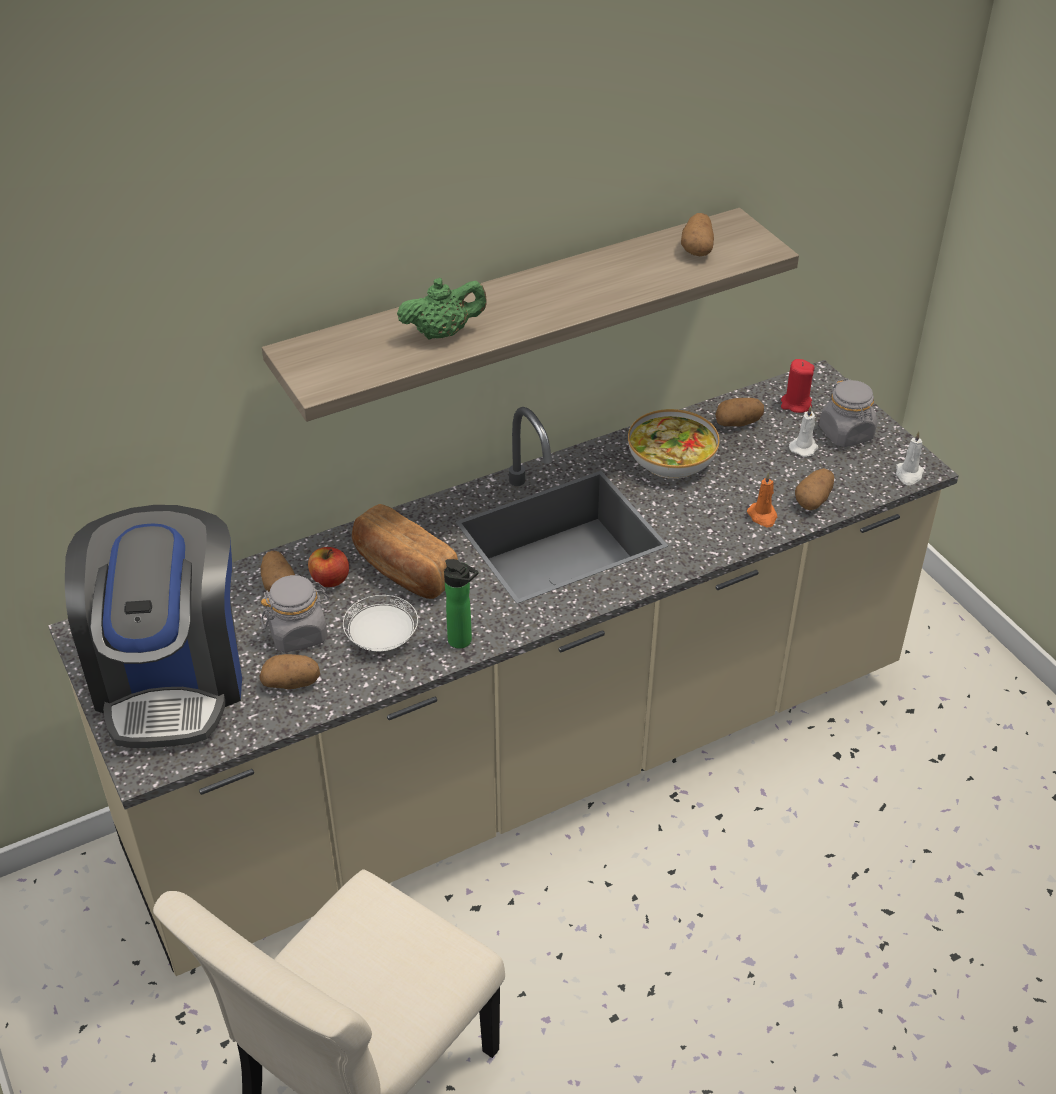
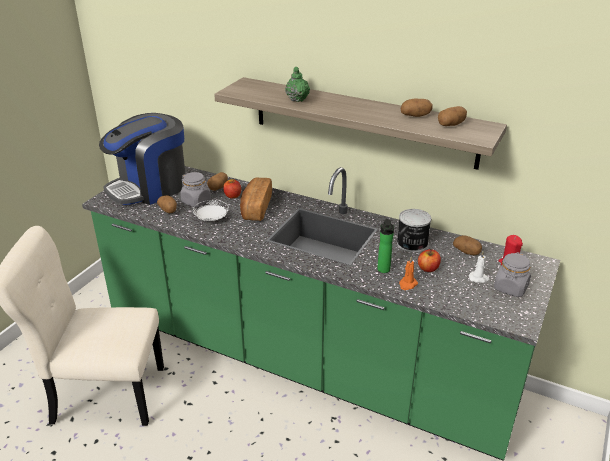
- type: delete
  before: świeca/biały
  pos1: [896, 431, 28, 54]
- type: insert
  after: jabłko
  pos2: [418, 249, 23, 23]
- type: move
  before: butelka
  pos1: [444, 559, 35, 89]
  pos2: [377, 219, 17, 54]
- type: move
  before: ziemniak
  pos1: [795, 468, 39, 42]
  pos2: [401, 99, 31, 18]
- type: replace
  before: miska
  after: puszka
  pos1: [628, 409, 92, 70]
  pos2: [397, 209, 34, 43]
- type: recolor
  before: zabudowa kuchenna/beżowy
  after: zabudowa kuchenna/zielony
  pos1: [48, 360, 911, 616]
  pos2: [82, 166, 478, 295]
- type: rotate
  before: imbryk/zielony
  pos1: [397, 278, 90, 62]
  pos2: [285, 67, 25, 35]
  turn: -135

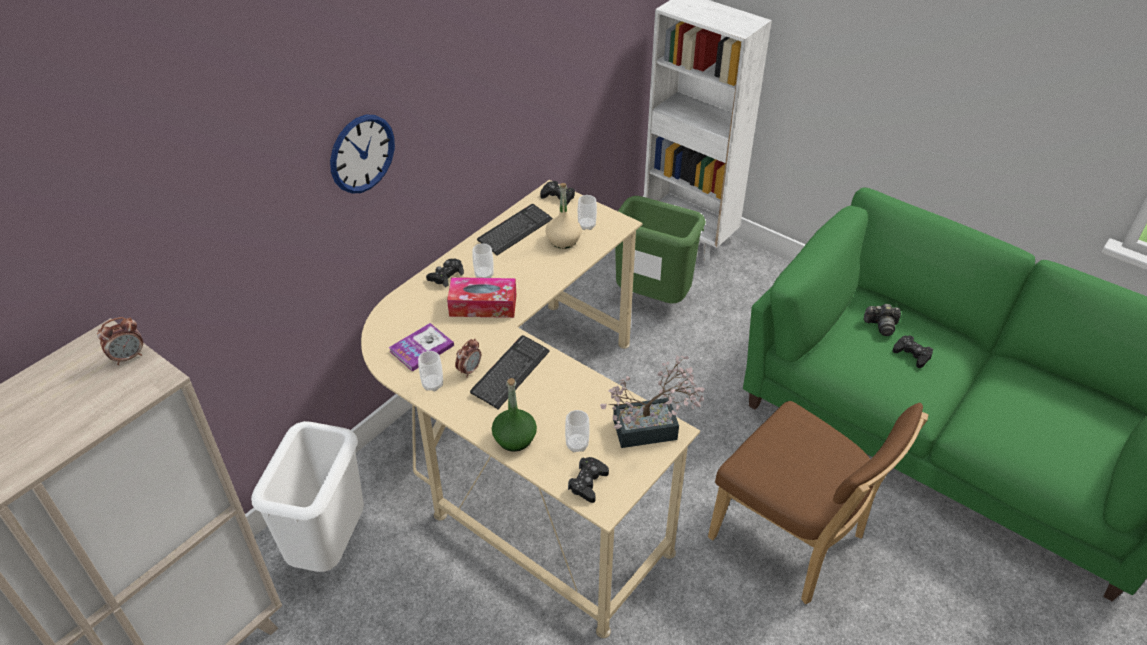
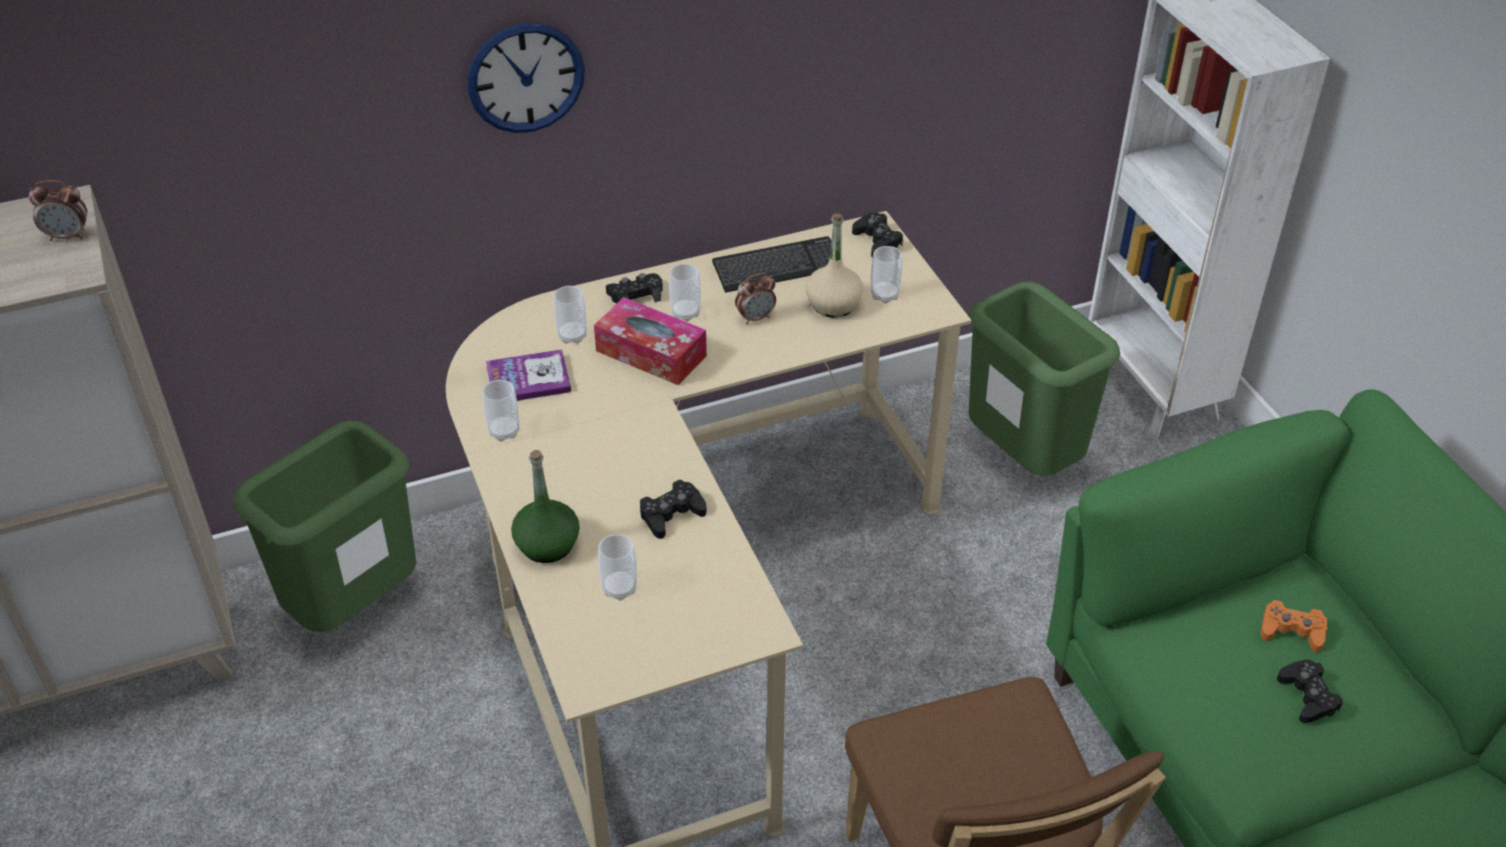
- type: delete
  before: klawiatura
  pos1: [470, 335, 80, 74]
- type: delete
  before: roślina doniczkowa
  pos1: [600, 355, 104, 93]
- type: insert
  after: filiżanka
  pos2: [553, 286, 34, 58]
- type: move
  before: budzik
  pos1: [455, 339, 26, 38]
  pos2: [735, 273, 41, 52]
- type: move
  before: pad do gier/czarny
  pos1: [568, 457, 41, 46]
  pos2: [640, 480, 67, 59]
- type: replace
  before: aparat fotograficzny
  after: pad do gier/pomarańczowy
  pos1: [864, 304, 37, 32]
  pos2: [1261, 600, 66, 52]
- type: recolor
  before: kosz na śmieci/biały
  after: kosz na śmieci/zielony
  pos1: [251, 421, 113, 151]
  pos2: [233, 420, 183, 212]

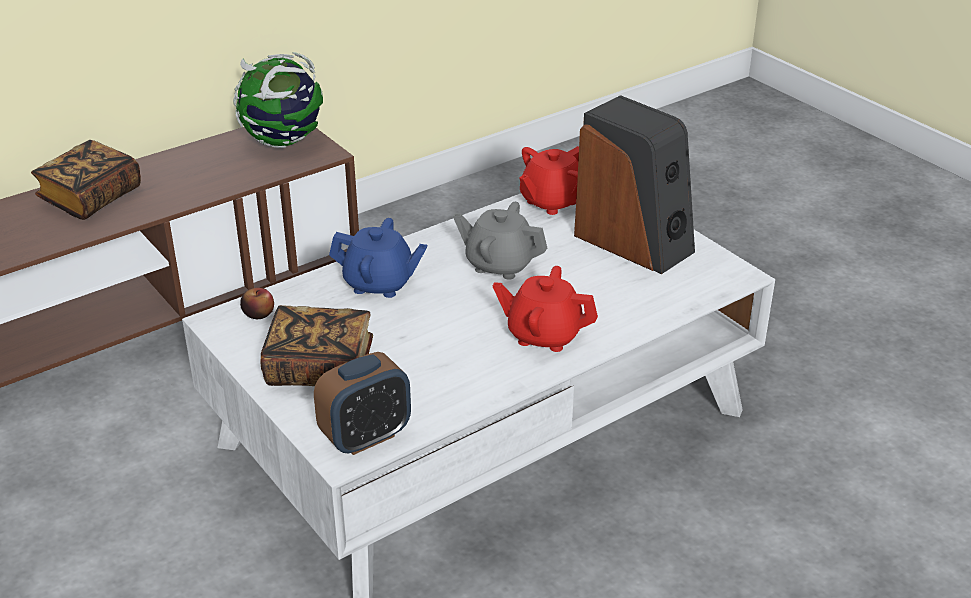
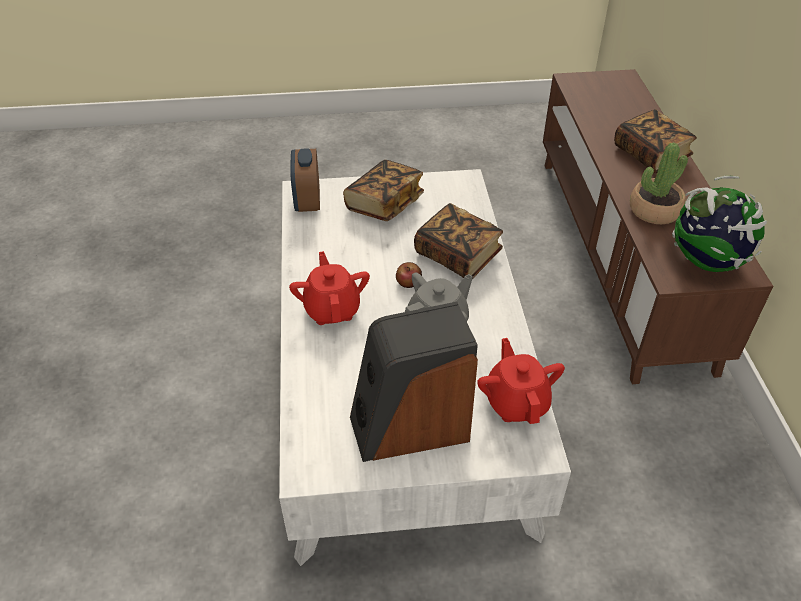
- type: insert
  after: roślina doniczkowa
  pos2: [630, 143, 58, 81]
- type: move
  before: jabłko
  pos1: [240, 288, 34, 31]
  pos2: [396, 262, 26, 26]
- type: replace
  before: imbryk/niebieski
  after: książka
  pos1: [329, 218, 98, 80]
  pos2: [414, 203, 89, 76]
- type: rotate
  before: imbryk/czerwony
  pos1: [493, 266, 105, 86]
  pos2: [289, 251, 81, 74]
  turn: -60

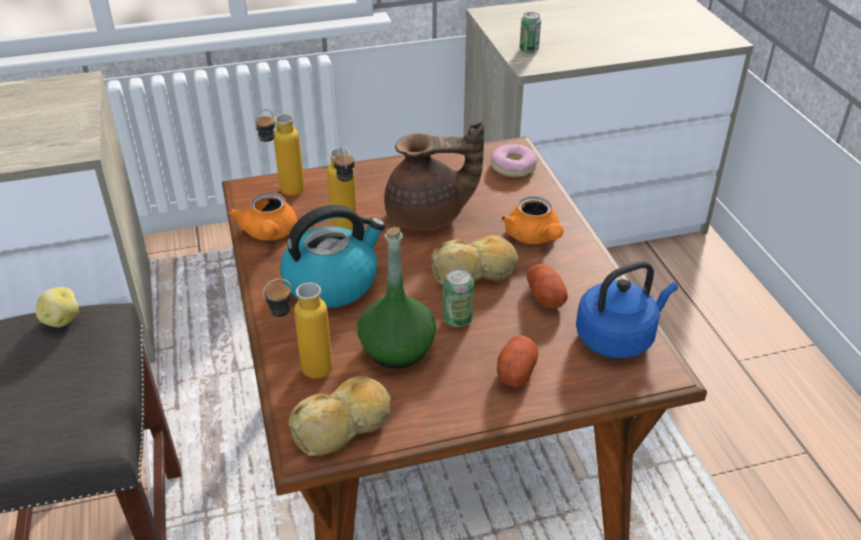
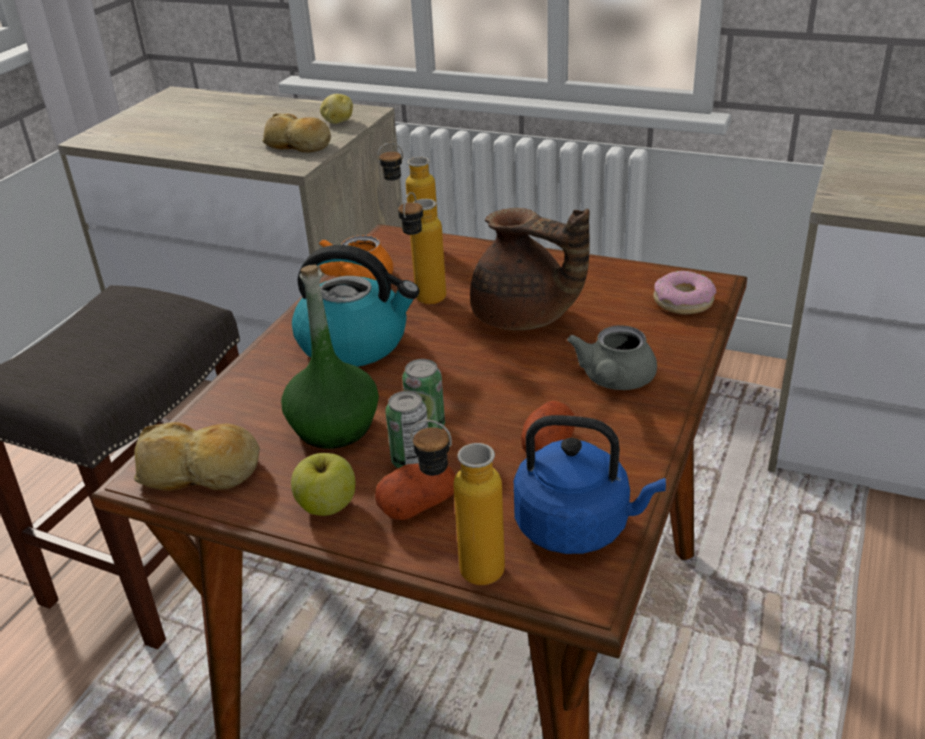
- type: insert
  after: jabłko
  pos2: [291, 453, 64, 63]
- type: move
  before: ziemniak
  pos1: [36, 287, 43, 40]
  pos2: [320, 94, 33, 30]
- type: move
  before: butelka
  pos1: [263, 279, 70, 100]
  pos2: [410, 420, 95, 165]
- type: move
  before: chleb
  pos1: [431, 235, 87, 50]
  pos2: [262, 113, 69, 39]
- type: move
  before: puszka
  pos1: [519, 12, 22, 42]
  pos2: [385, 391, 43, 77]
- type: recolor
  before: imbryk/pomarańczowy
  after: imbryk/szary
  pos1: [501, 196, 63, 48]
  pos2: [567, 325, 90, 65]

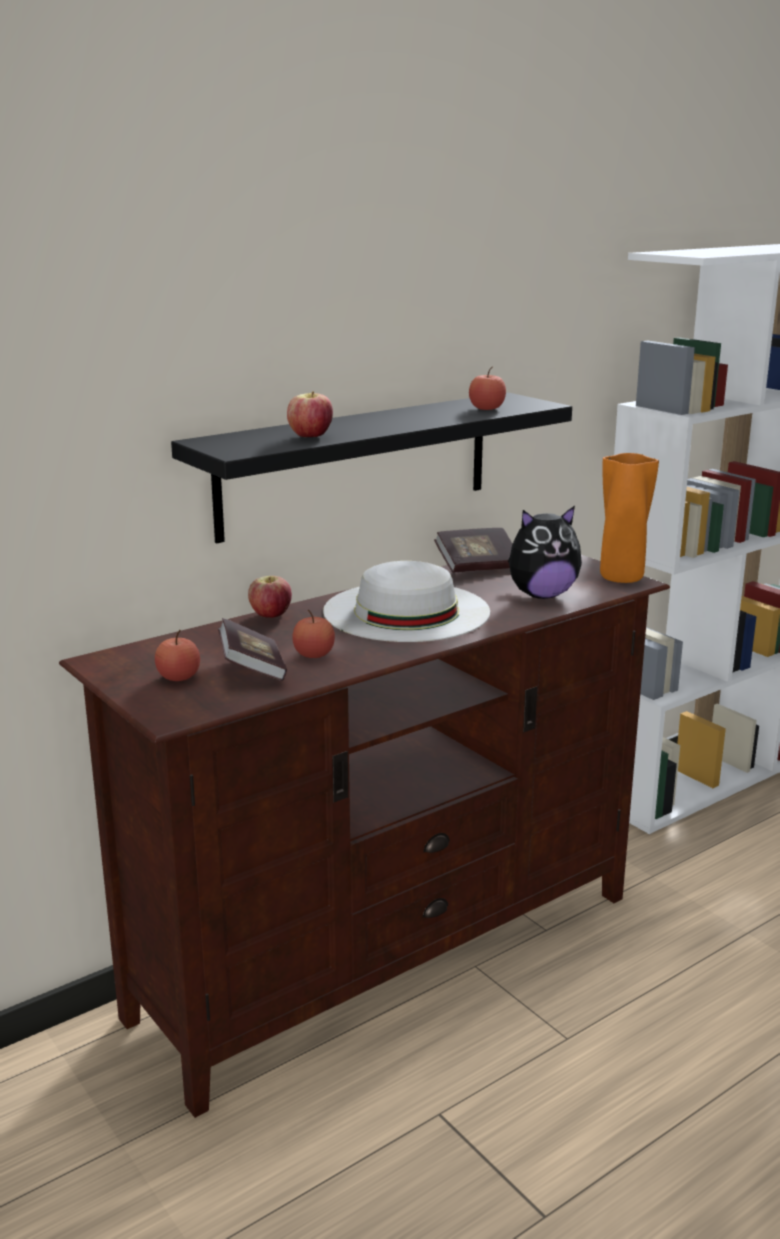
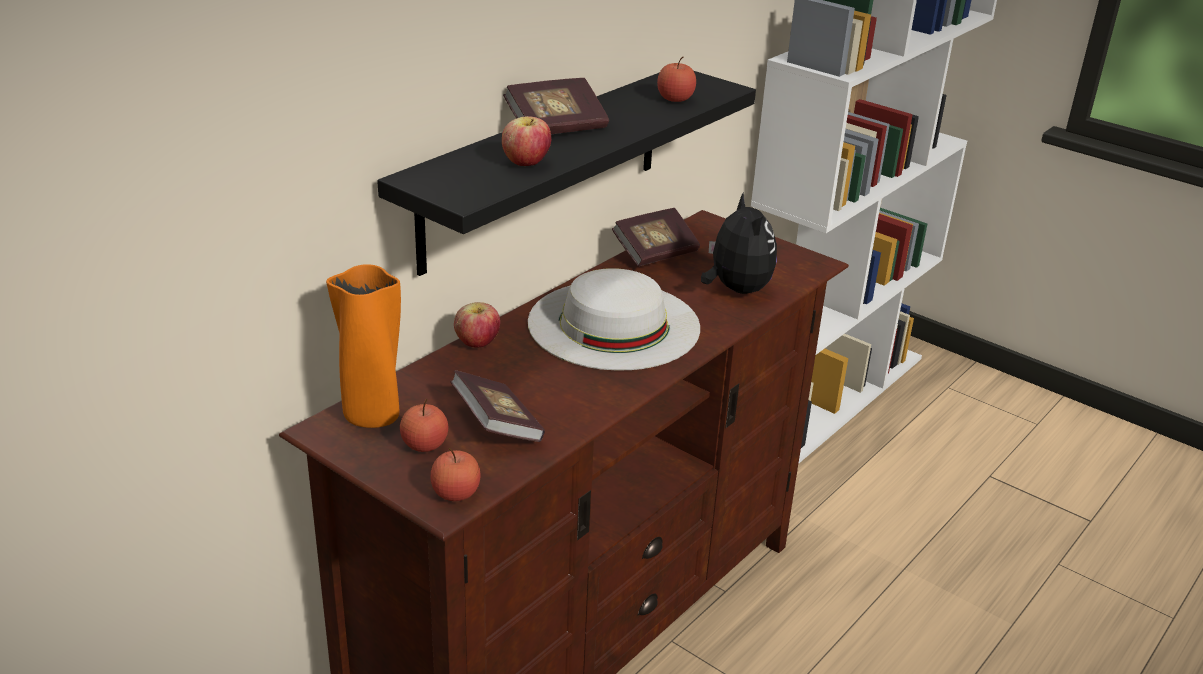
- type: insert
  after: książka
  pos2: [503, 78, 106, 57]
- type: move
  before: jabłko
  pos1: [292, 609, 43, 49]
  pos2: [431, 448, 49, 53]
- type: move
  before: wazon/pomarańczowy
  pos1: [600, 453, 59, 130]
  pos2: [326, 264, 75, 164]
- type: rotate
  before: pluszak
  pos1: [508, 506, 74, 93]
  pos2: [701, 192, 76, 102]
  turn: -75

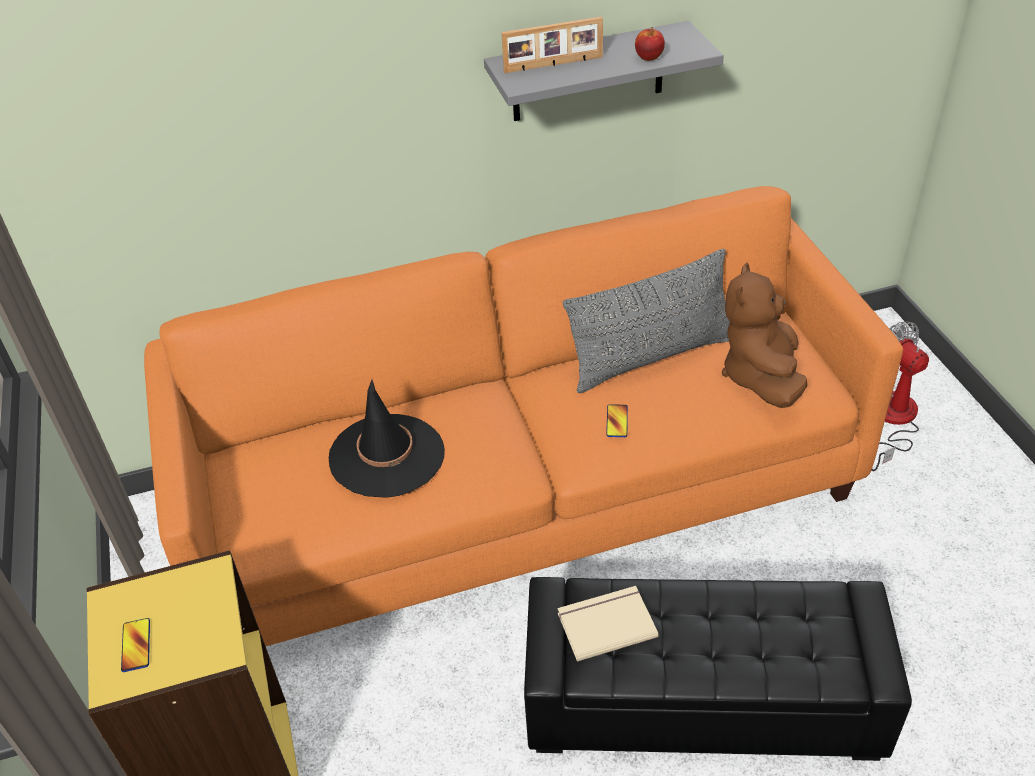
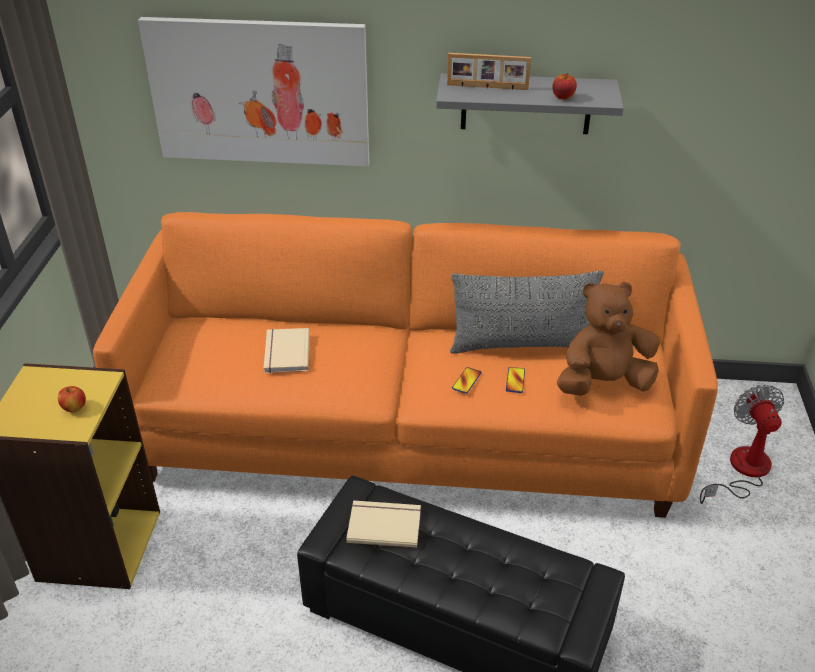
- type: insert
  after: jabłko
  pos2: [58, 386, 28, 27]
- type: insert
  after: obraz
  pos2: [138, 17, 231, 149]
- type: move
  before: telefon
  pos1: [121, 618, 29, 54]
  pos2: [506, 367, 19, 26]
- type: replace
  before: kapelusz/czarny
  after: książka/beżowy
  pos1: [329, 380, 116, 118]
  pos2: [264, 328, 45, 45]
- type: rotate
  before: pluszak/brązowy
  pos1: [722, 263, 85, 145]
  pos2: [557, 281, 103, 115]
  turn: 45

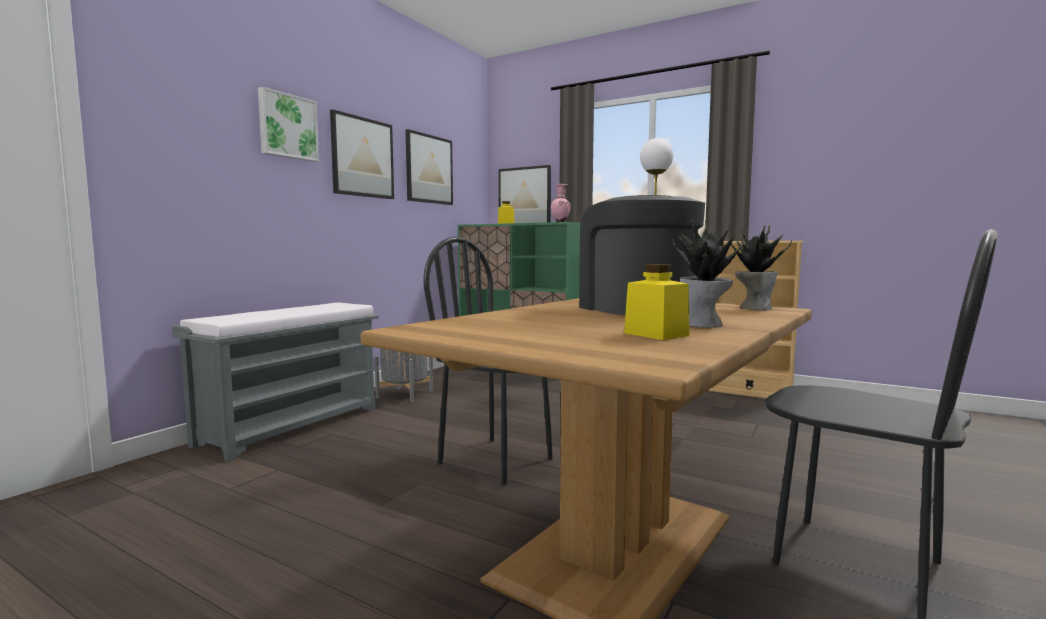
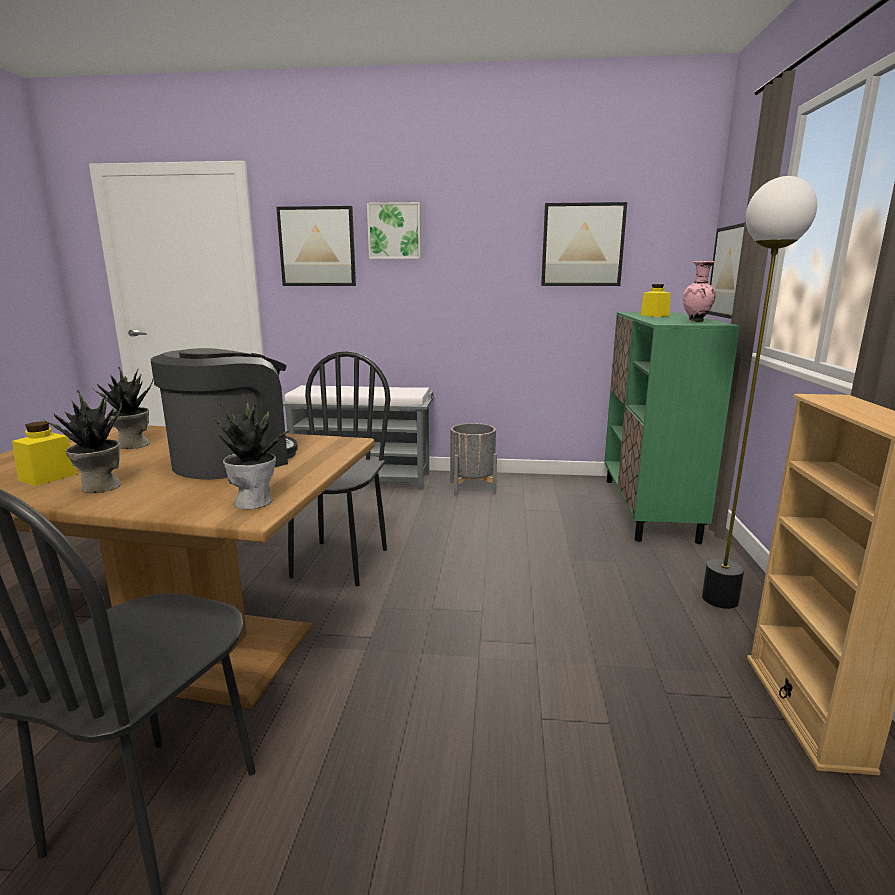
- type: insert
  after: roślina doniczkowa
  pos2: [92, 367, 61, 82]
- type: move
  before: obraz
  pos1: [330, 109, 64, 90]
  pos2: [276, 206, 80, 80]

